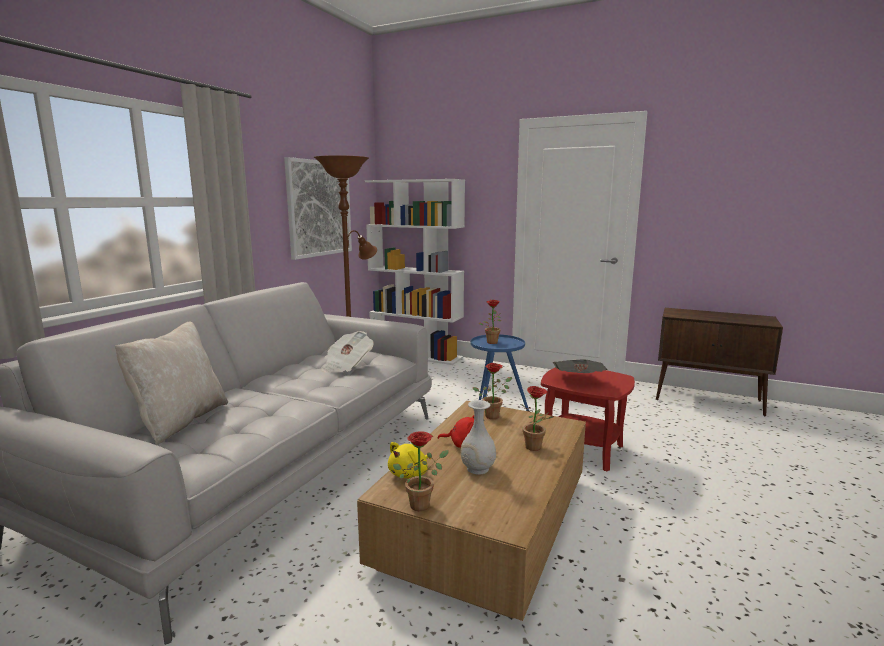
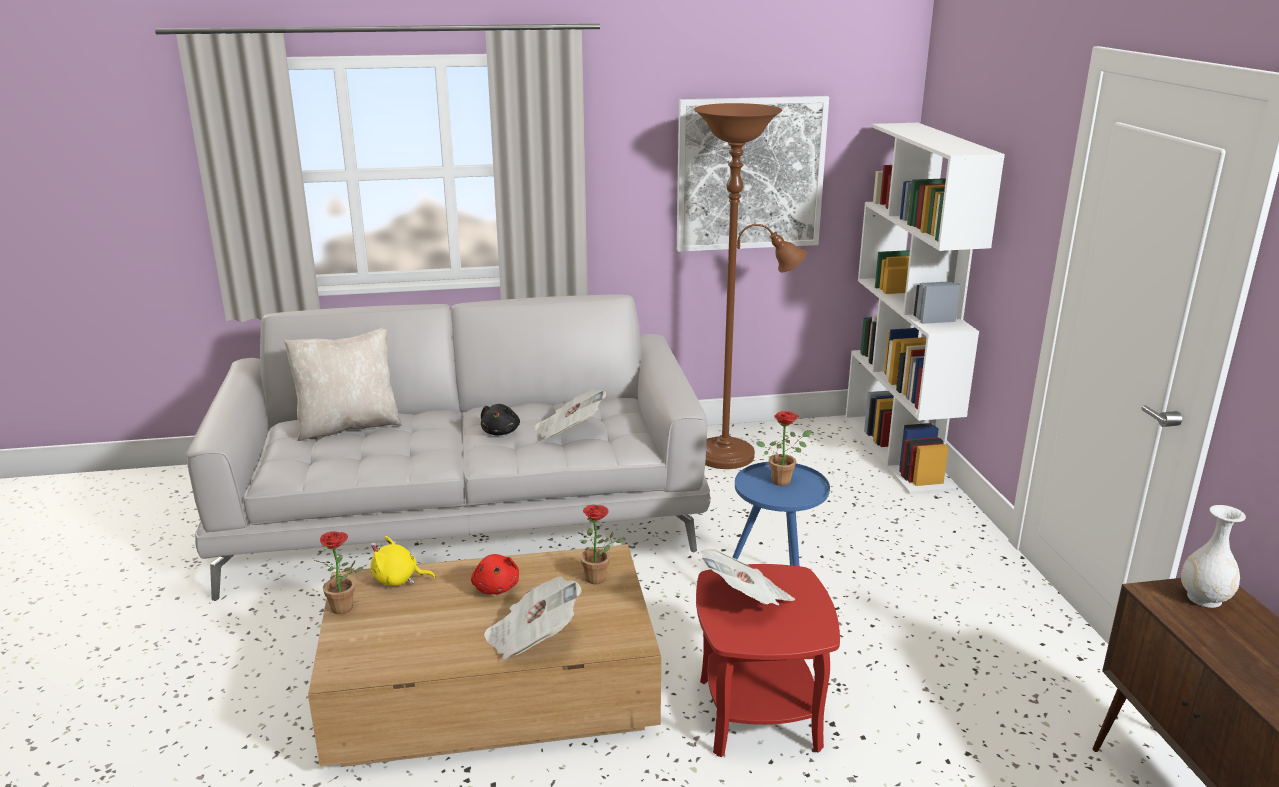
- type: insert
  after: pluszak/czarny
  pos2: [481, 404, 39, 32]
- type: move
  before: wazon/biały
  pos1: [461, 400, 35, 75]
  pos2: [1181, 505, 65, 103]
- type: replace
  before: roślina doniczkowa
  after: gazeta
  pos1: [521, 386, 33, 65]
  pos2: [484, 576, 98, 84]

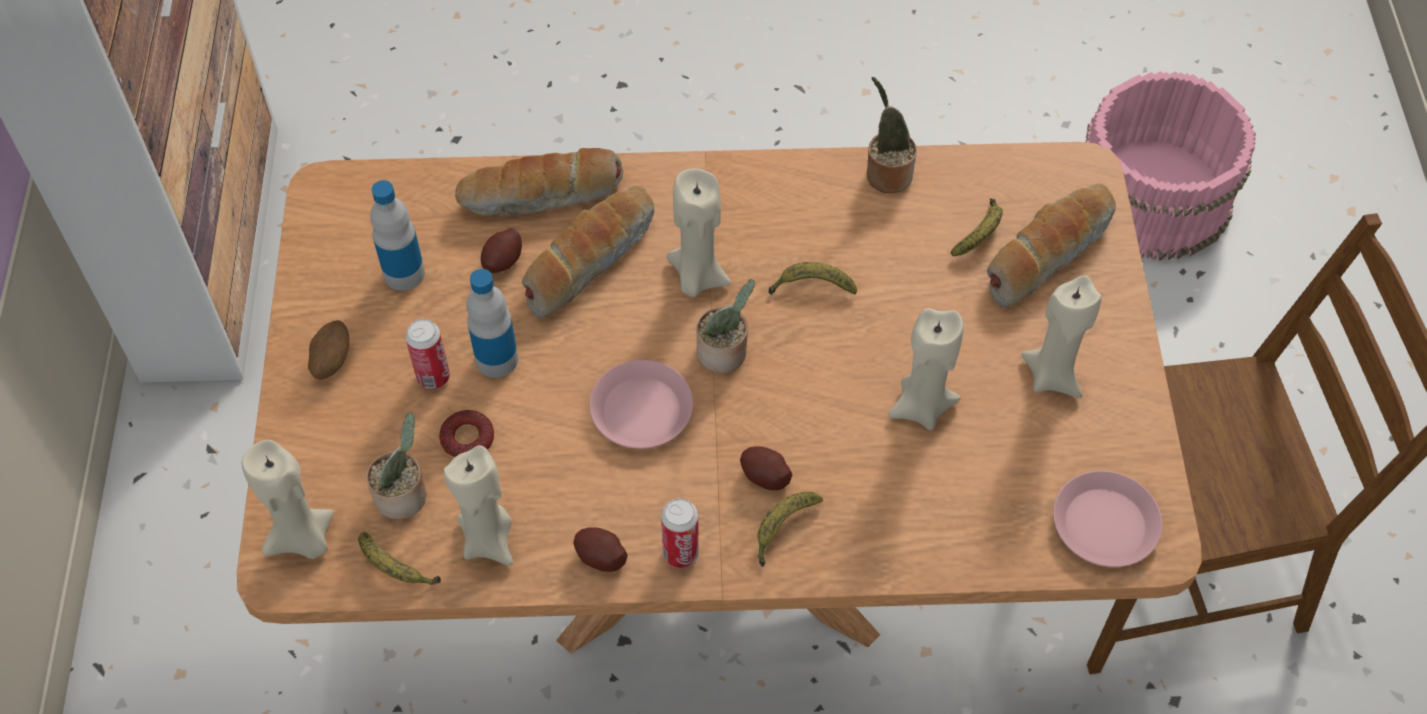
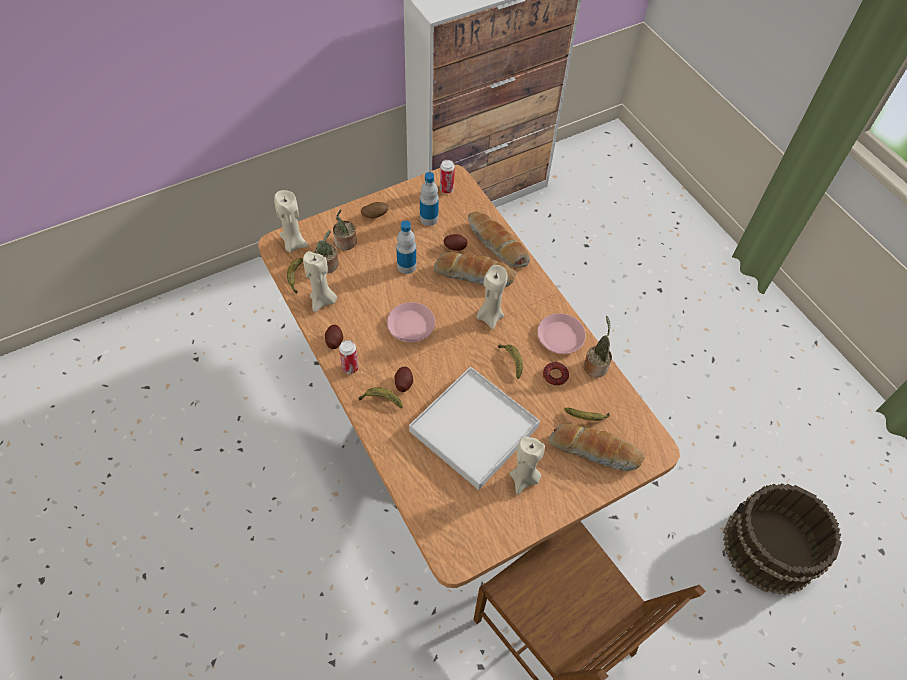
- type: move
  before: puszka
  pos1: [405, 319, 45, 70]
  pos2: [440, 160, 15, 34]
- type: move
  before: donut
  pos1: [439, 410, 55, 48]
  pos2: [543, 362, 26, 24]
- type: move
  before: roślina doniczkowa
  pos1: [696, 279, 59, 94]
  pos2: [333, 209, 24, 41]
- type: move
  before: talerz/różowy
  pos1: [1053, 471, 109, 96]
  pos2: [537, 313, 49, 41]
- type: replace
  before: świeca/beżowy
  after: taca/biały
  pos1: [888, 308, 76, 122]
  pos2: [409, 367, 131, 123]
- type: recolor
  before: wiadro/różowy
  after: wiadro/brązowy
  pos1: [1085, 71, 171, 190]
  pos2: [723, 483, 119, 112]

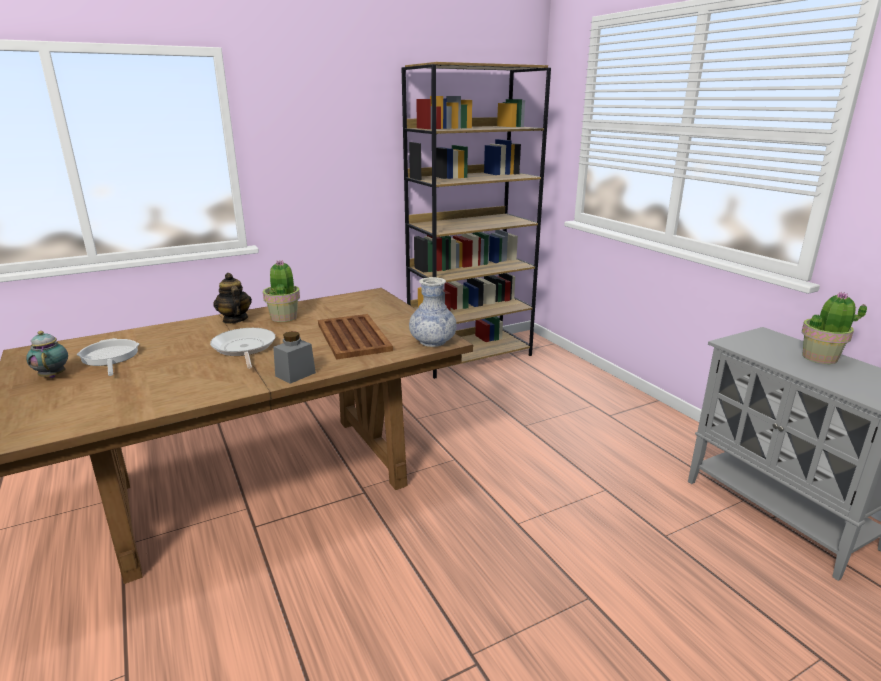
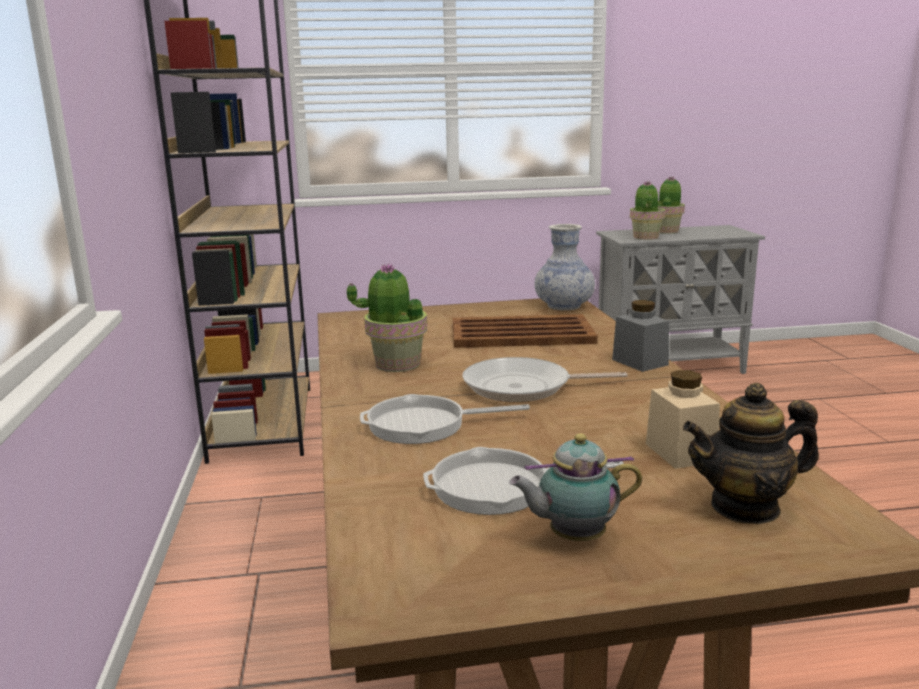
- type: insert
  after: patelnia
  pos2: [360, 394, 170, 50]
- type: insert
  after: roślina doniczkowa
  pos2: [630, 181, 35, 59]
- type: insert
  after: słoik/beżowy
  pos2: [646, 370, 74, 99]
- type: move
  before: imbryk
  pos1: [213, 273, 39, 51]
  pos2: [683, 383, 136, 141]

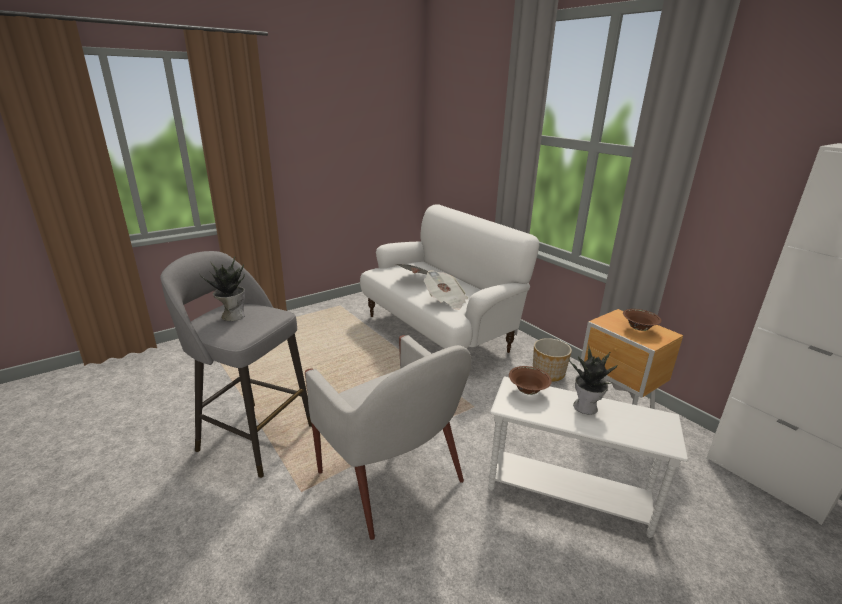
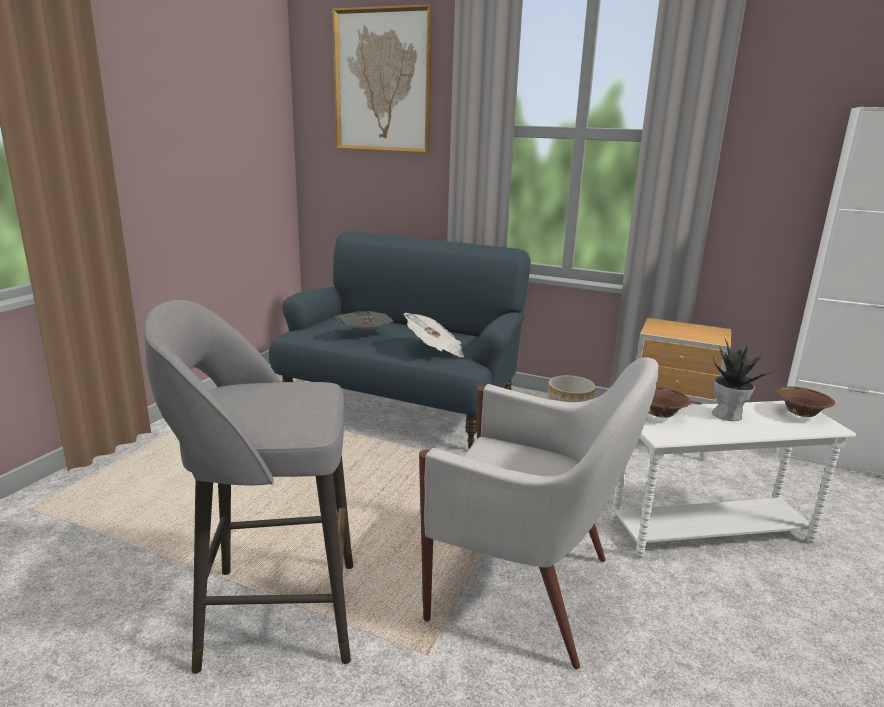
- type: delete
  before: roślina doniczkowa
  pos1: [200, 256, 45, 65]
- type: insert
  after: obraz
  pos2: [333, 4, 100, 150]
- type: move
  before: miska/brązowy
  pos1: [623, 309, 39, 22]
  pos2: [777, 386, 58, 31]
- type: recolor
  before: kanapa/biały
  after: kanapa/niebieski
  pos1: [360, 205, 179, 148]
  pos2: [269, 231, 262, 219]

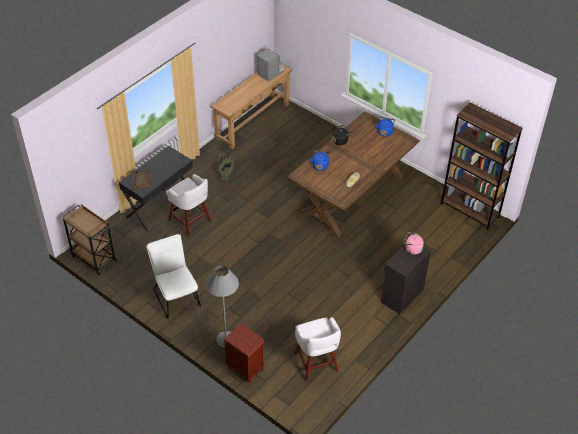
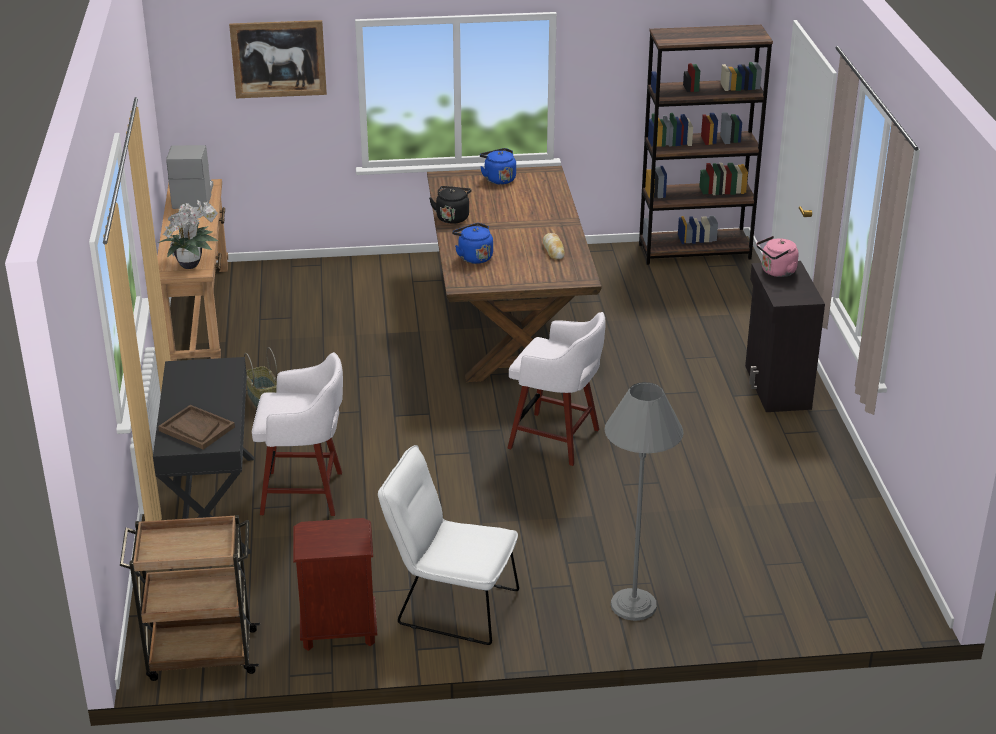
- type: insert
  after: roślina doniczkowa
  pos2: [158, 200, 61, 69]
- type: insert
  after: obraz
  pos2: [229, 20, 98, 78]
- type: move
  before: szafka nocna/brązowy
  pos1: [223, 324, 42, 59]
  pos2: [293, 518, 84, 133]
- type: move
  before: stołek/biały
  pos1: [294, 317, 47, 64]
  pos2: [508, 312, 98, 154]

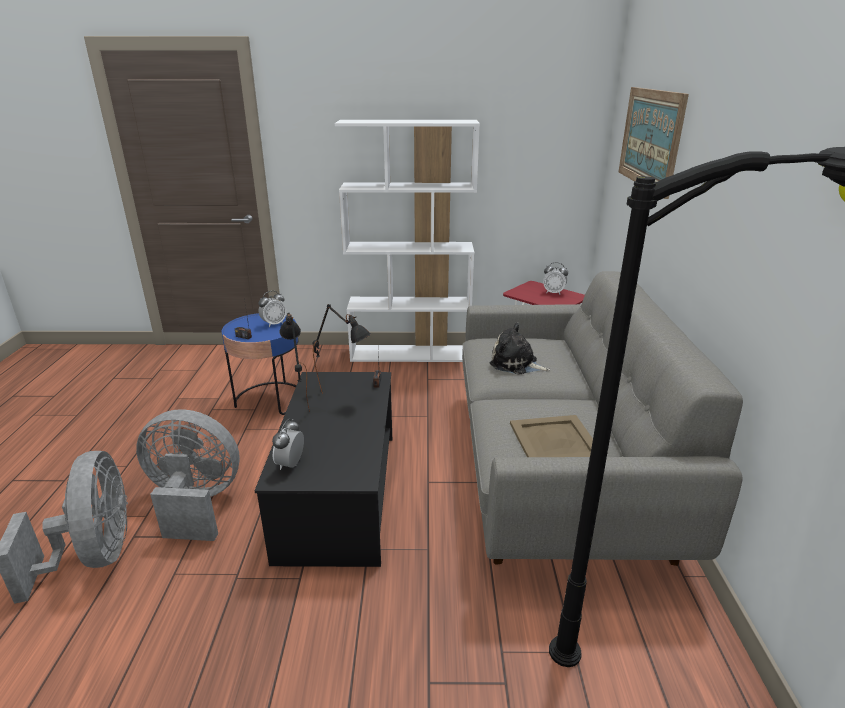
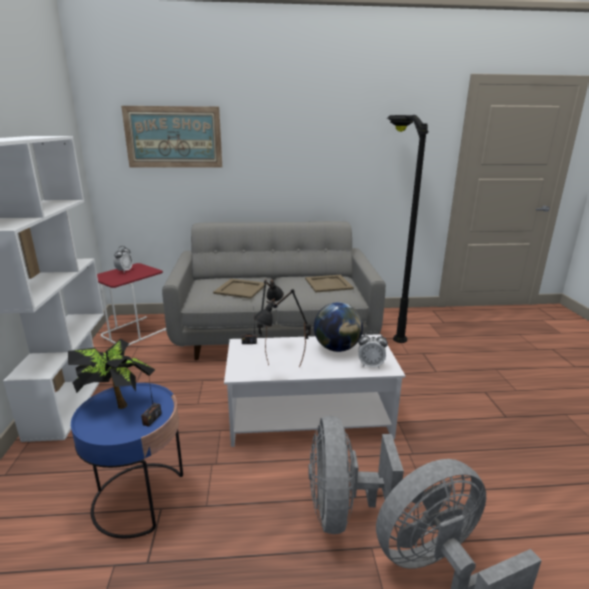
- type: insert
  after: globus
  pos2: [314, 302, 49, 50]
- type: replace
  before: budzik
  after: roślina doniczkowa
  pos1: [259, 291, 28, 36]
  pos2: [68, 339, 87, 70]
- type: replace
  before: pluszak
  after: taca/beżowy
  pos1: [490, 323, 60, 52]
  pos2: [213, 279, 51, 20]
- type: recolor
  before: ława/czarny
  after: ława/biały
  pos1: [255, 372, 137, 195]
  pos2: [224, 334, 181, 113]

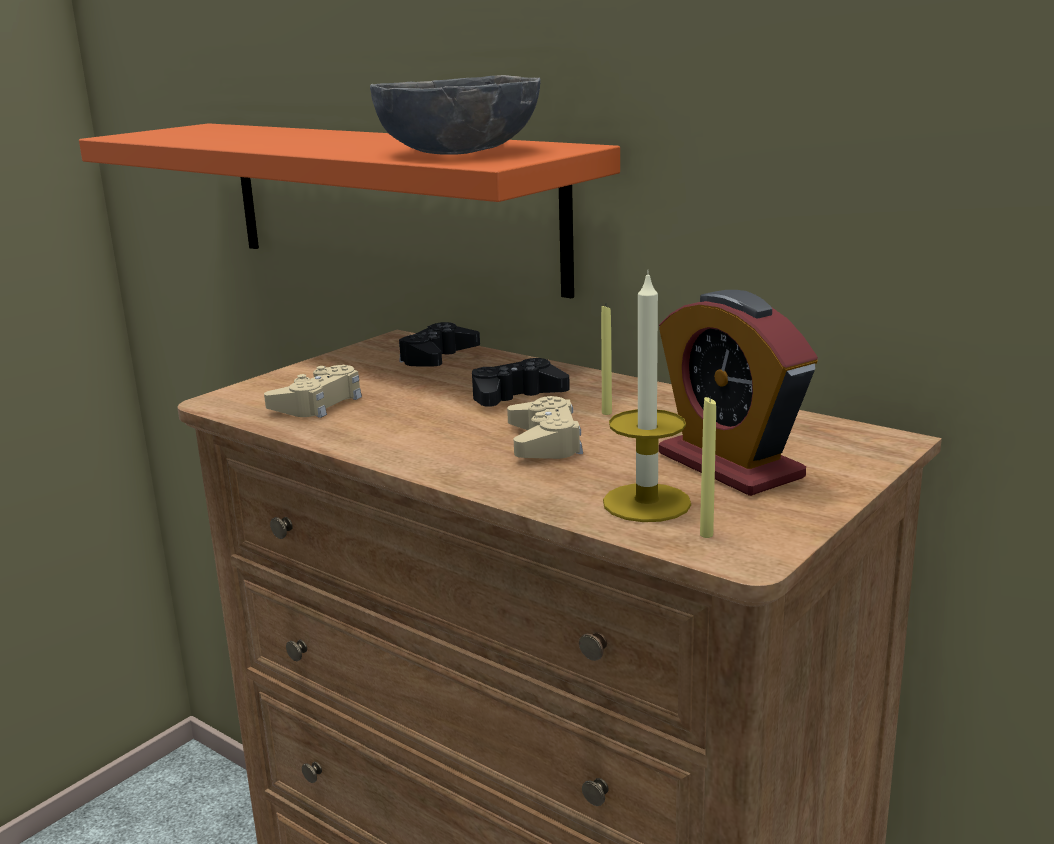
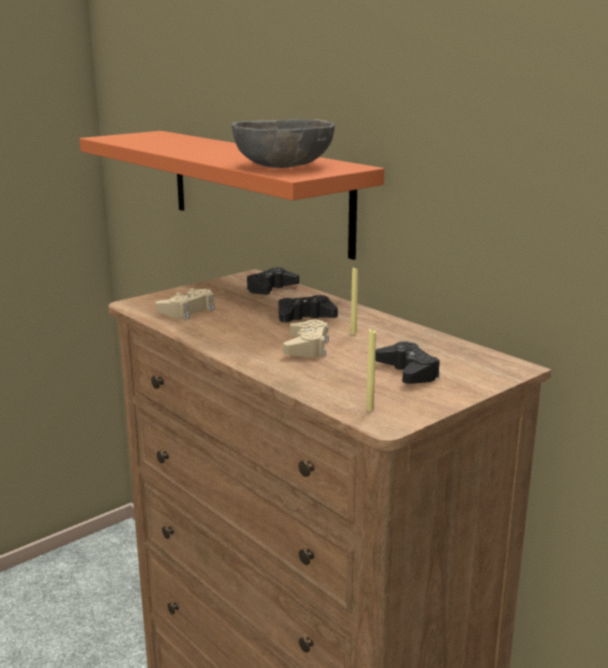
- type: delete
  before: świeca
  pos1: [603, 270, 88, 252]
- type: replace
  before: budzik
  after: pad do gier/czarny
  pos1: [659, 290, 159, 206]
  pos2: [375, 341, 65, 43]

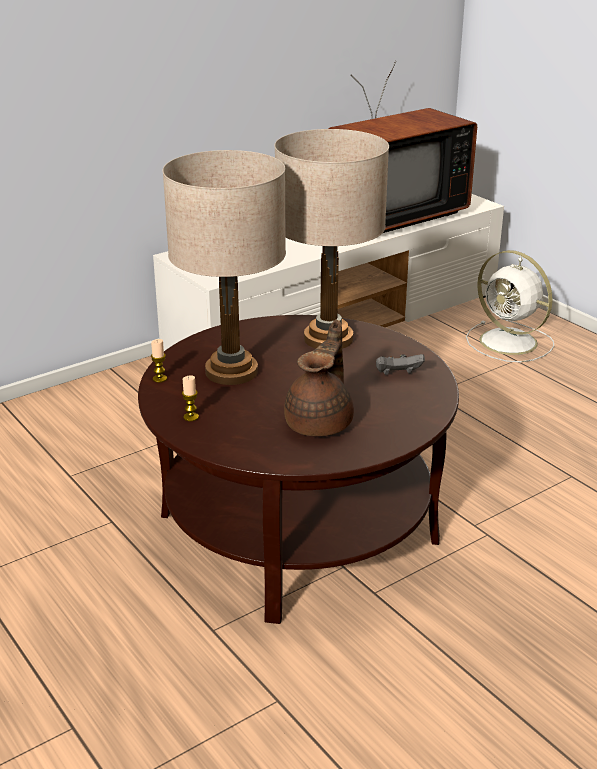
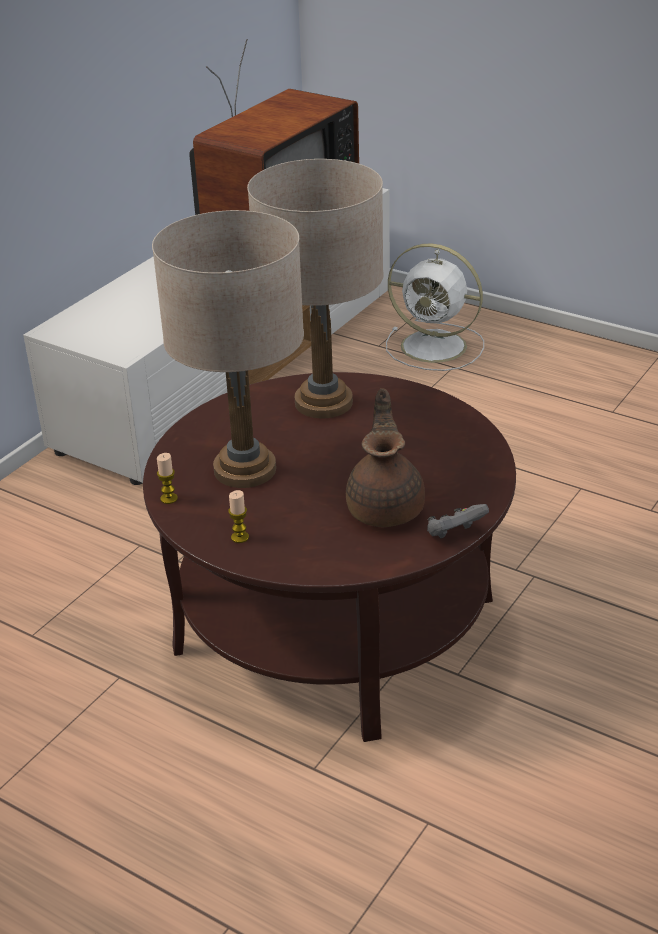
- type: move
  before: pad do gier/szary
  pos1: [376, 354, 49, 21]
  pos2: [427, 504, 62, 35]

